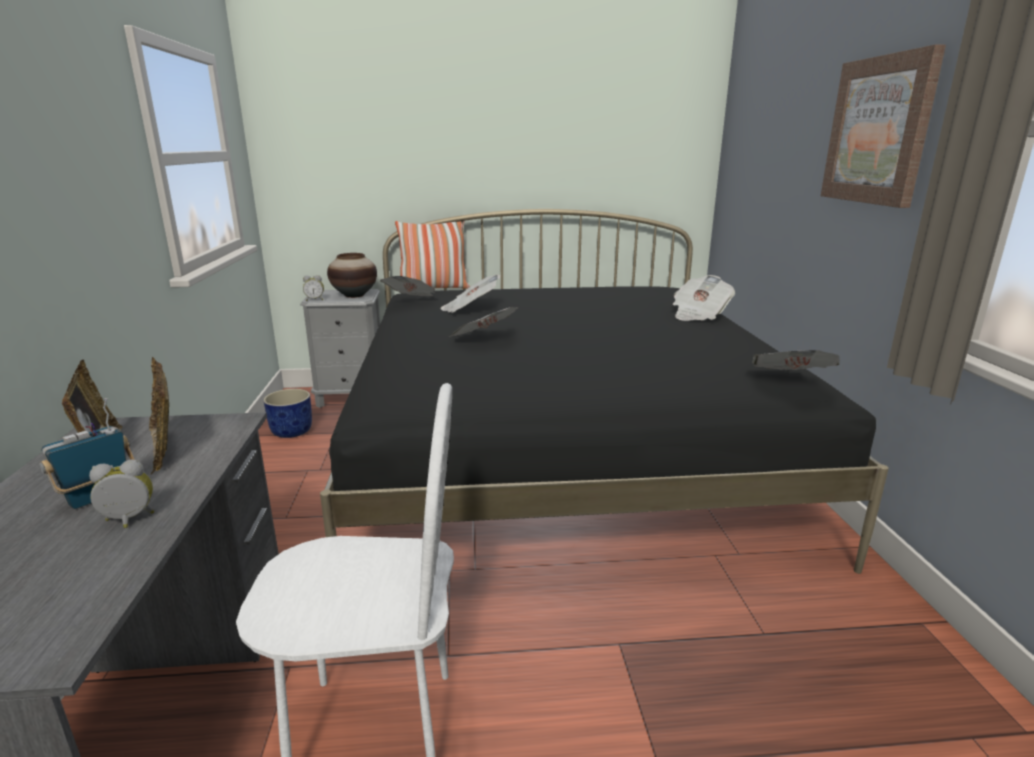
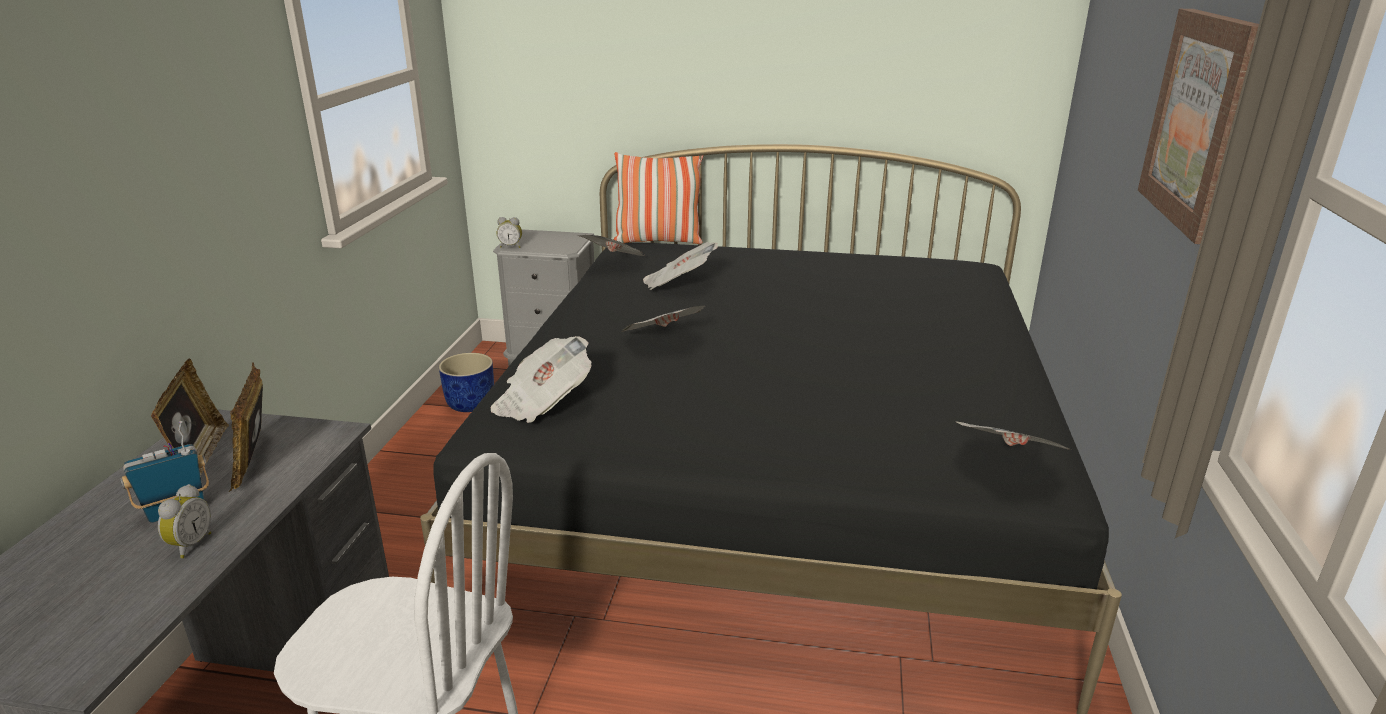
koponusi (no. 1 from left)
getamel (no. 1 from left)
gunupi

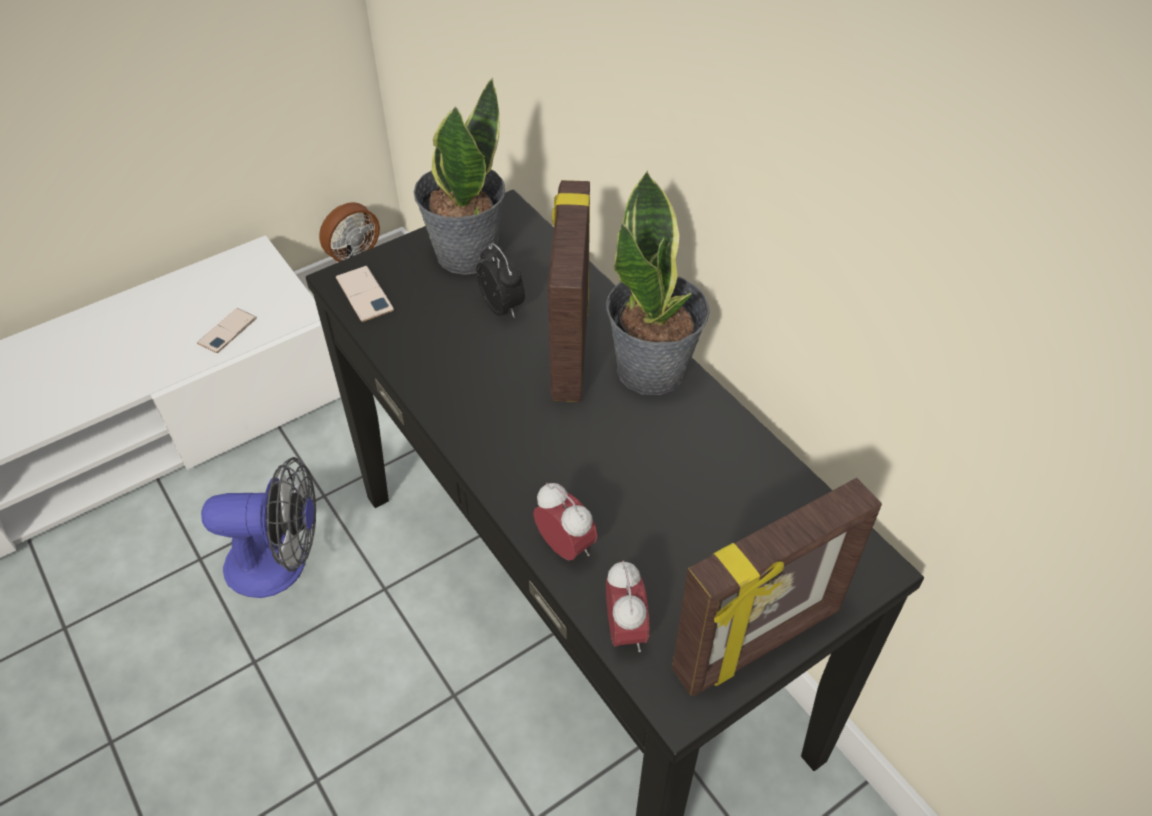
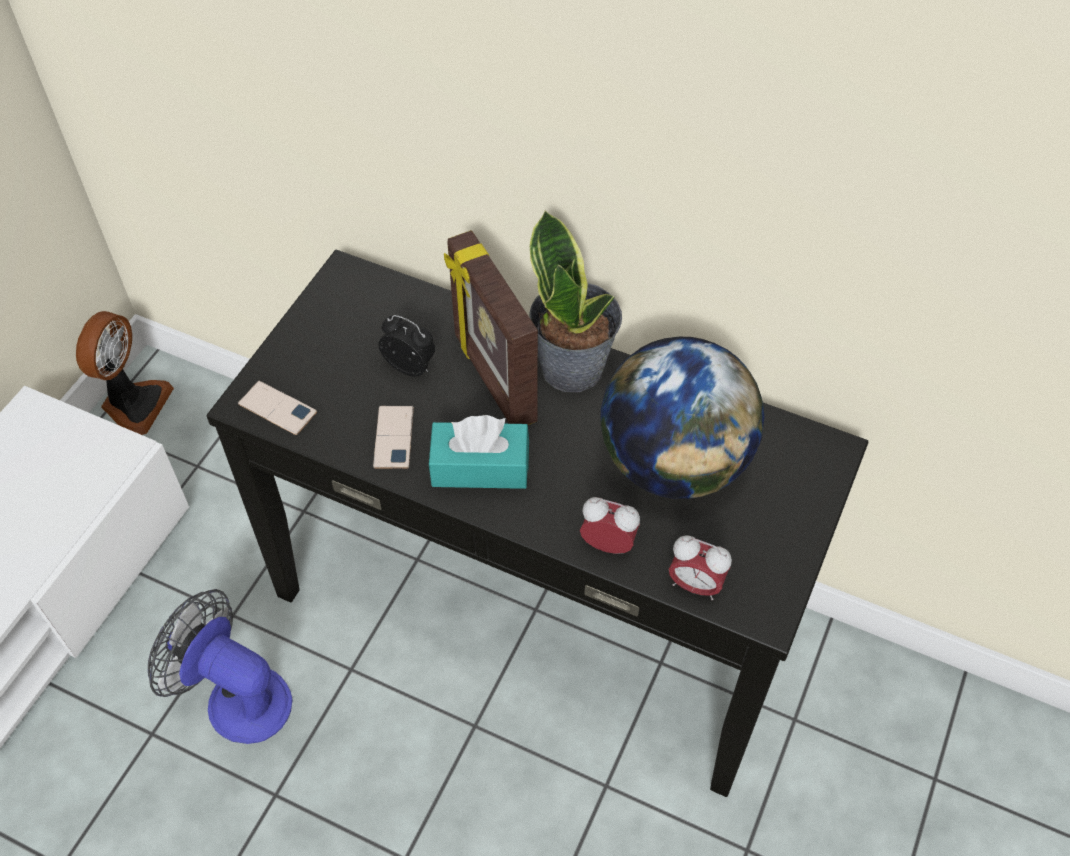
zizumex (no. 2 from left)
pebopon (no. 2 from left)
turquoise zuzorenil
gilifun
koponusi (no. 3 from left)
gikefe (no. 1 from left in the first image)
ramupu (no. 2 from left in the first image)

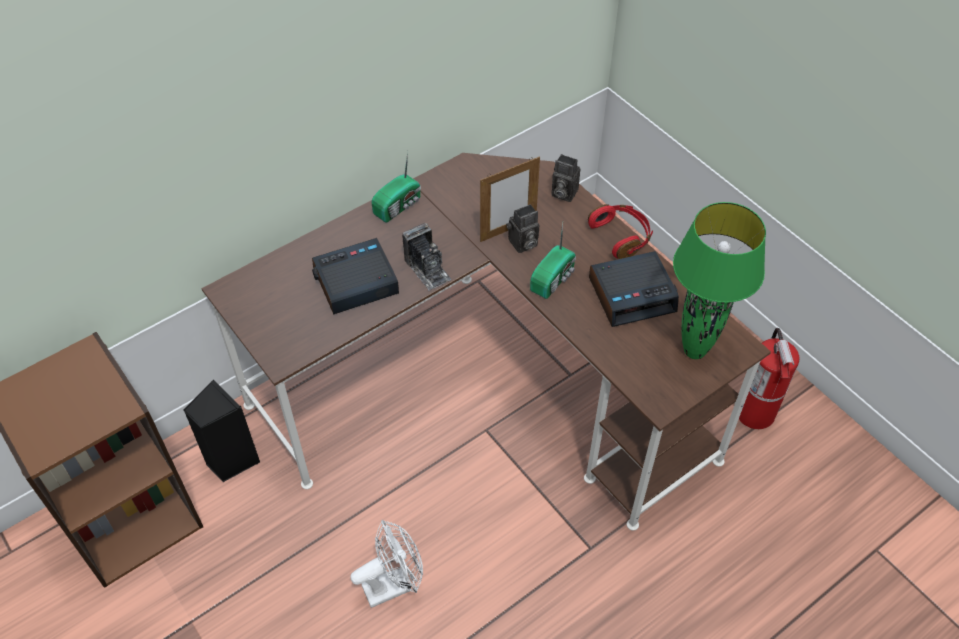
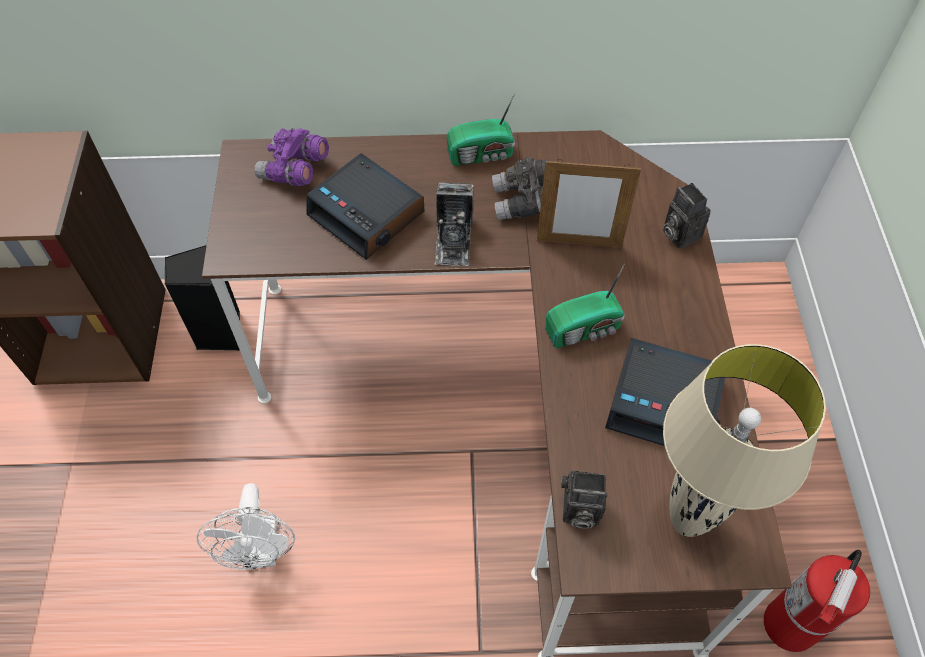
white zizumex
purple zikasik
koponusi (no. 1 from left)
grey zikasik
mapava (no. 2 from left)
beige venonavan
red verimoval

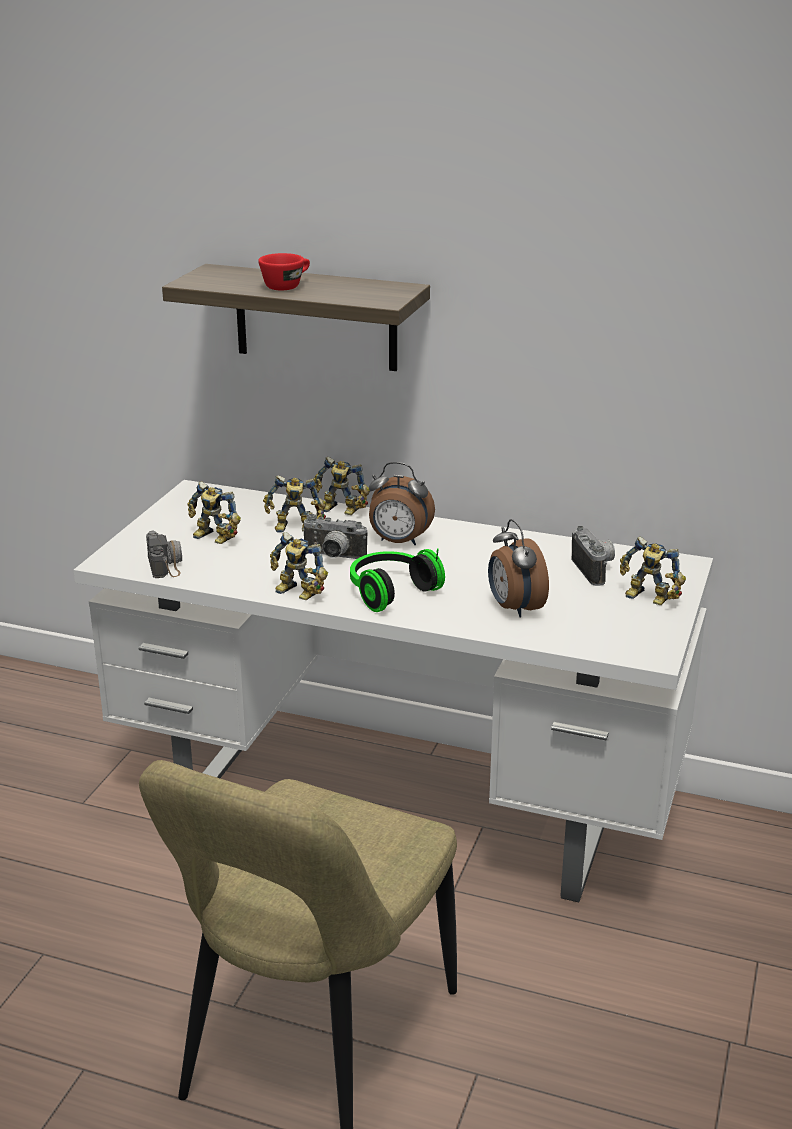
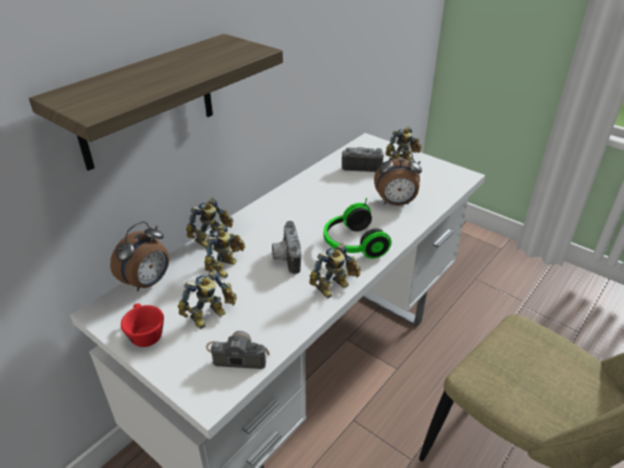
koponusi (no. 1 from left)
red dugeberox
mapava (no. 2 from left)

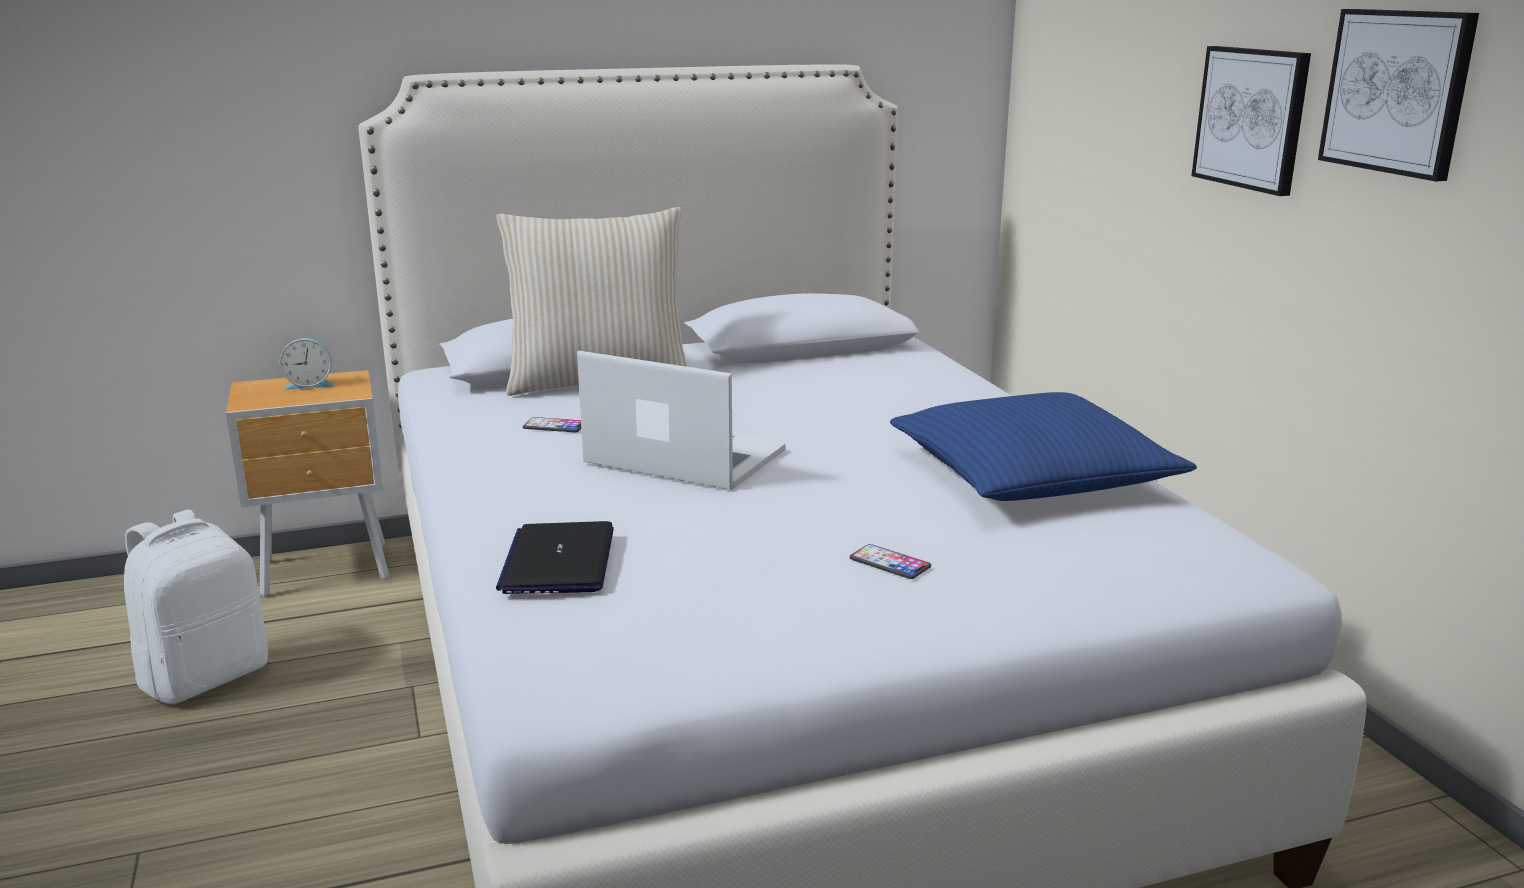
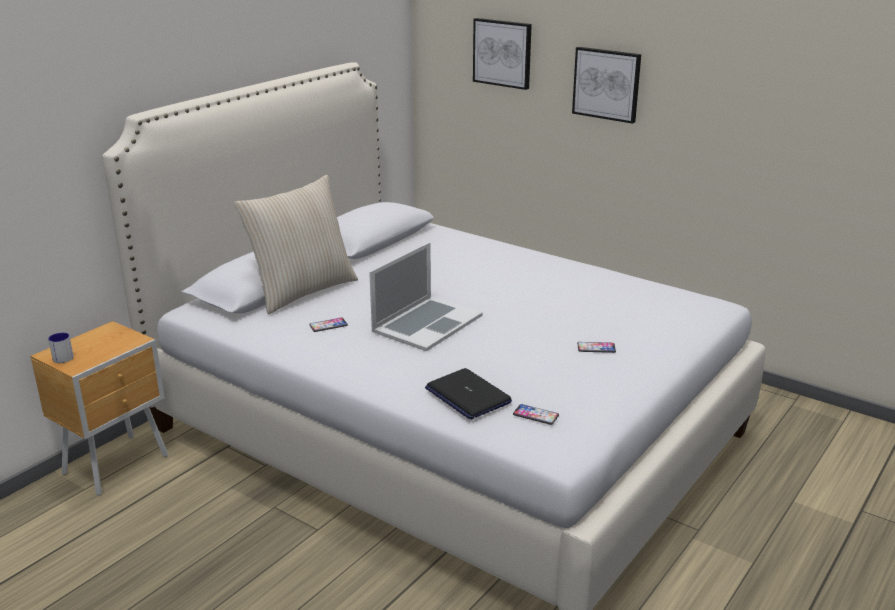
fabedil
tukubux (no. 1 from left)
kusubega (no. 1 from left)
pebopon (no. 2 from left)
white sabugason
koponusi
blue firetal

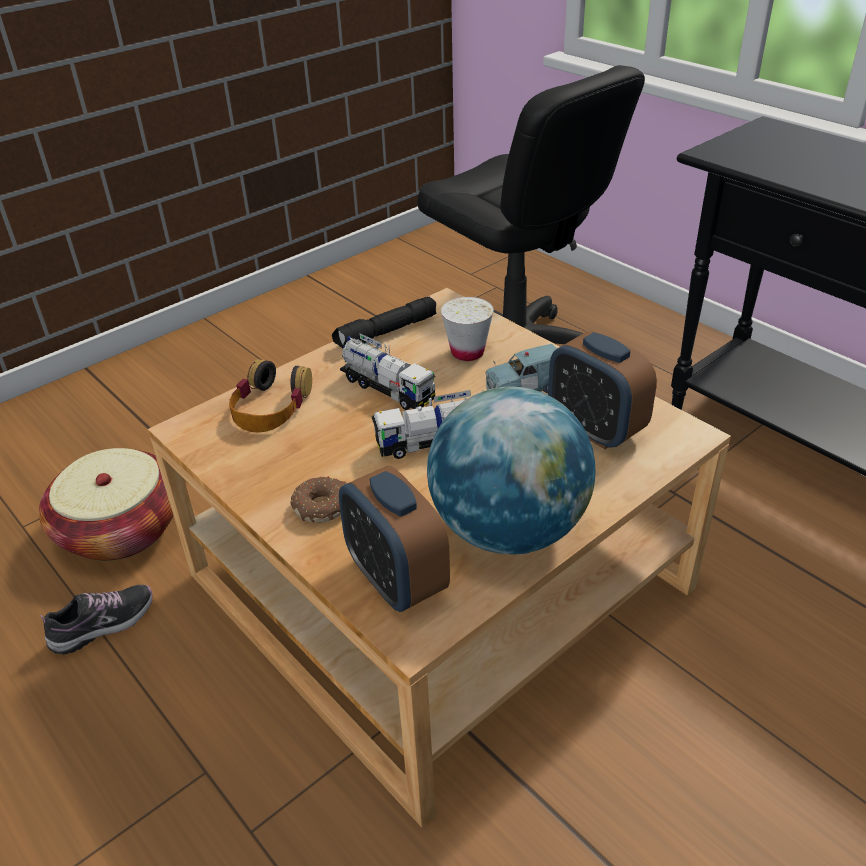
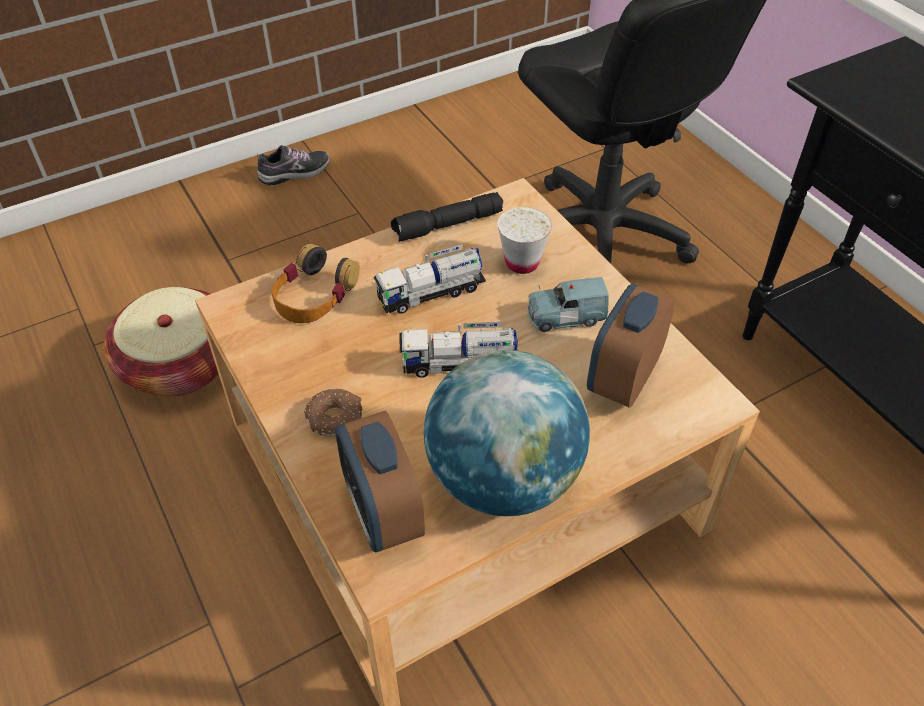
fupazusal
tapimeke (no. 1 from left)
koponusi (no. 2 from left)

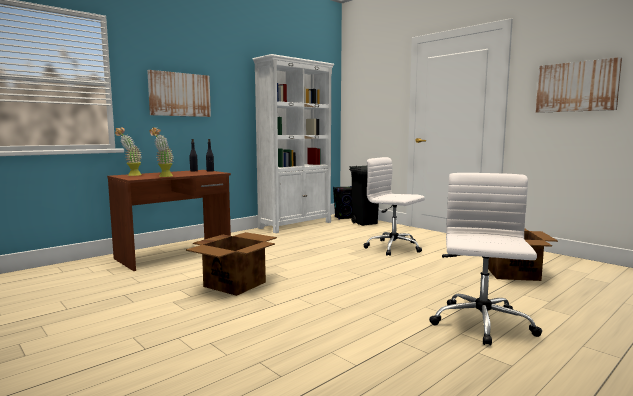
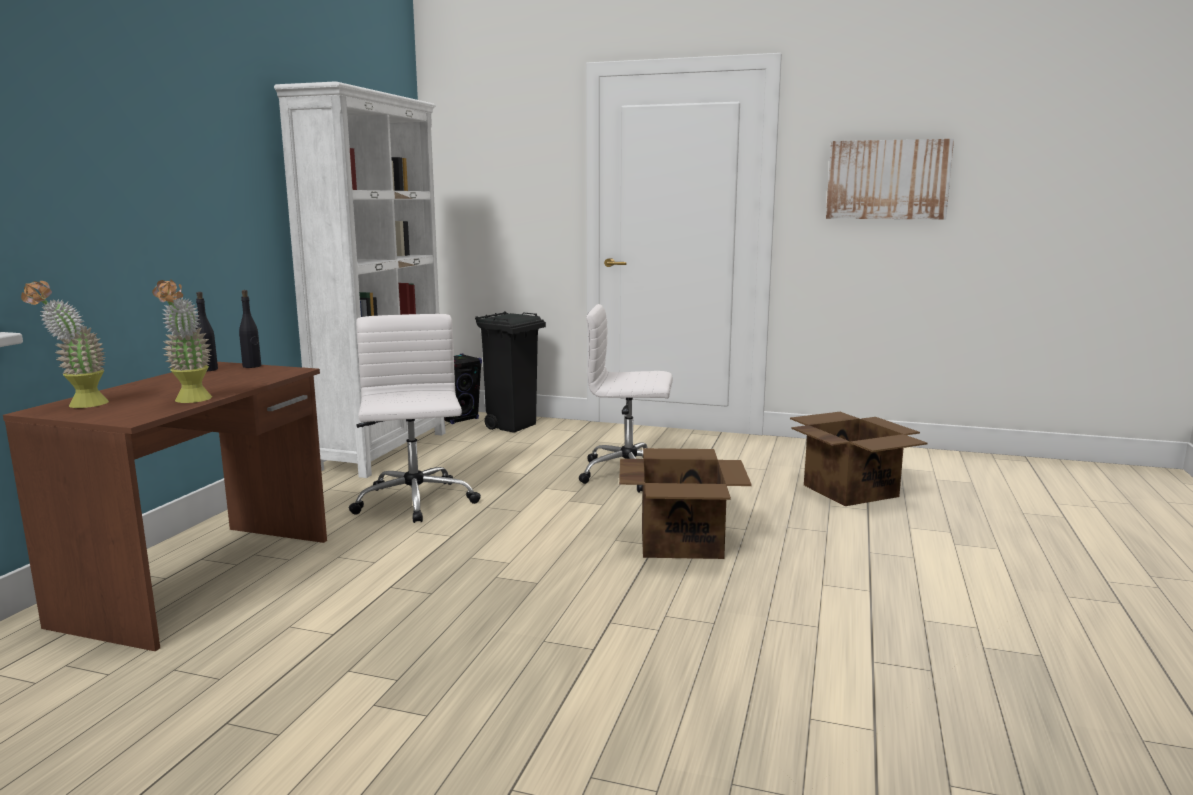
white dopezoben (no. 1 from left)
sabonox (no. 1 from left)
kusubega (no. 1 from left in the first image)

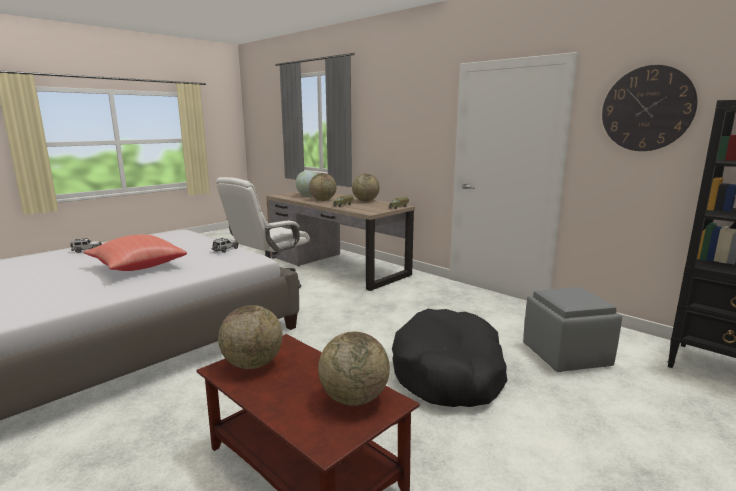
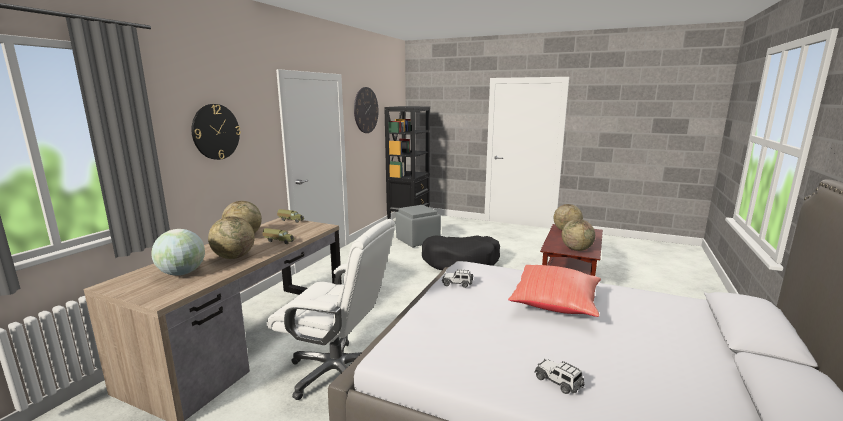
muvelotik (no. 1 from left)

